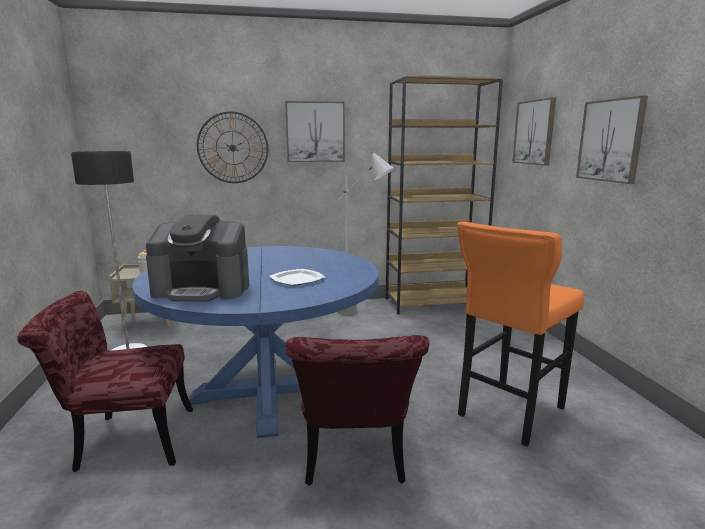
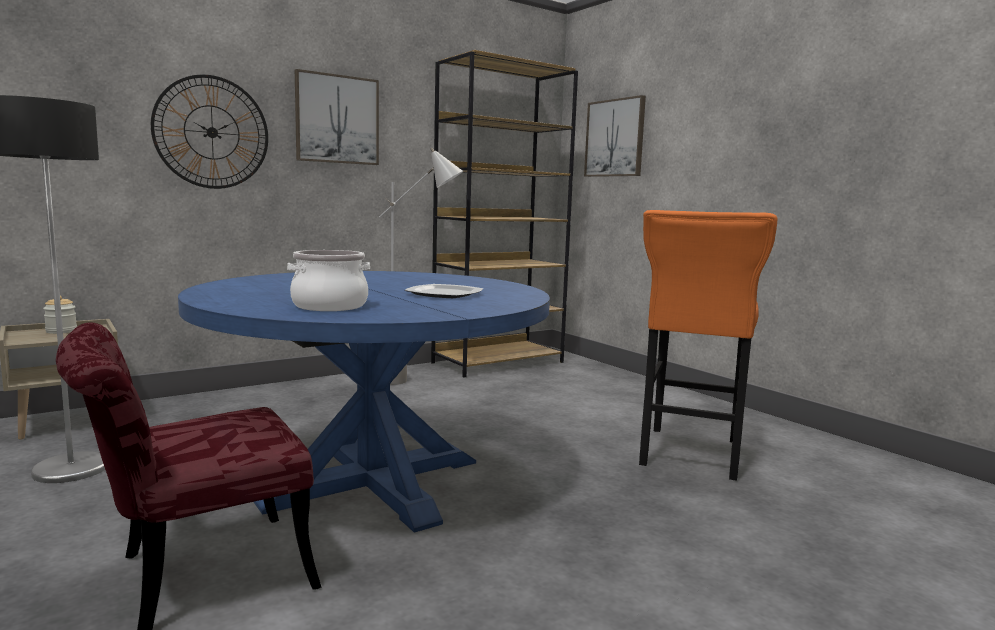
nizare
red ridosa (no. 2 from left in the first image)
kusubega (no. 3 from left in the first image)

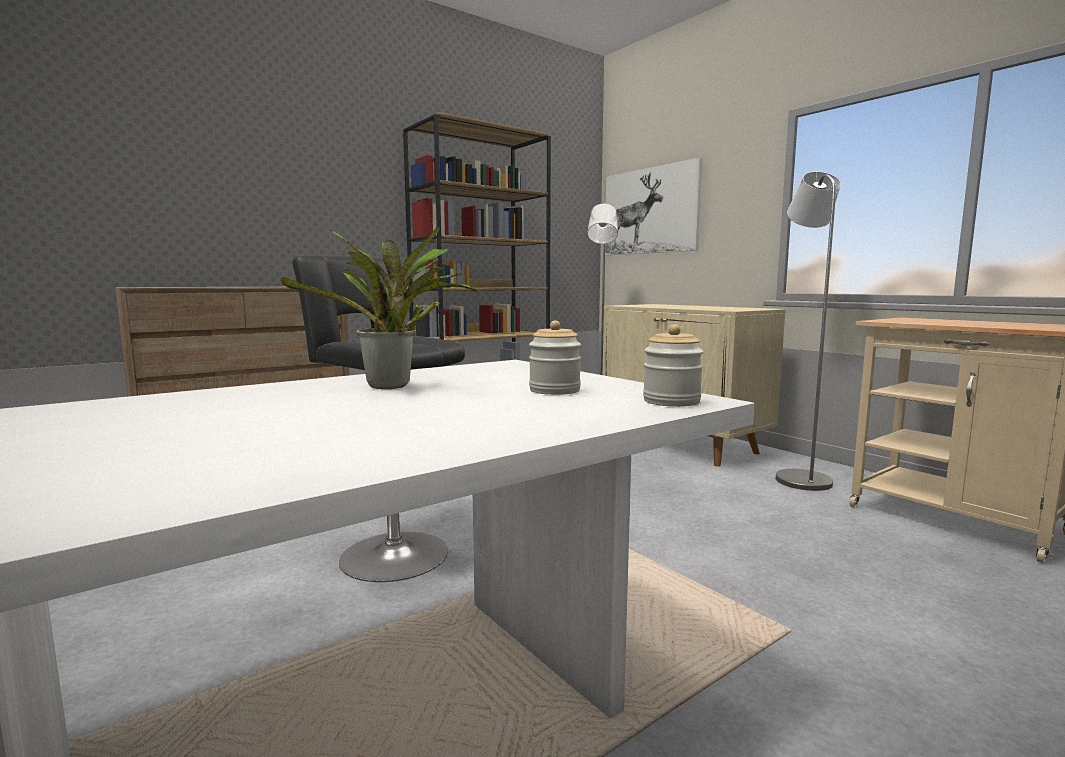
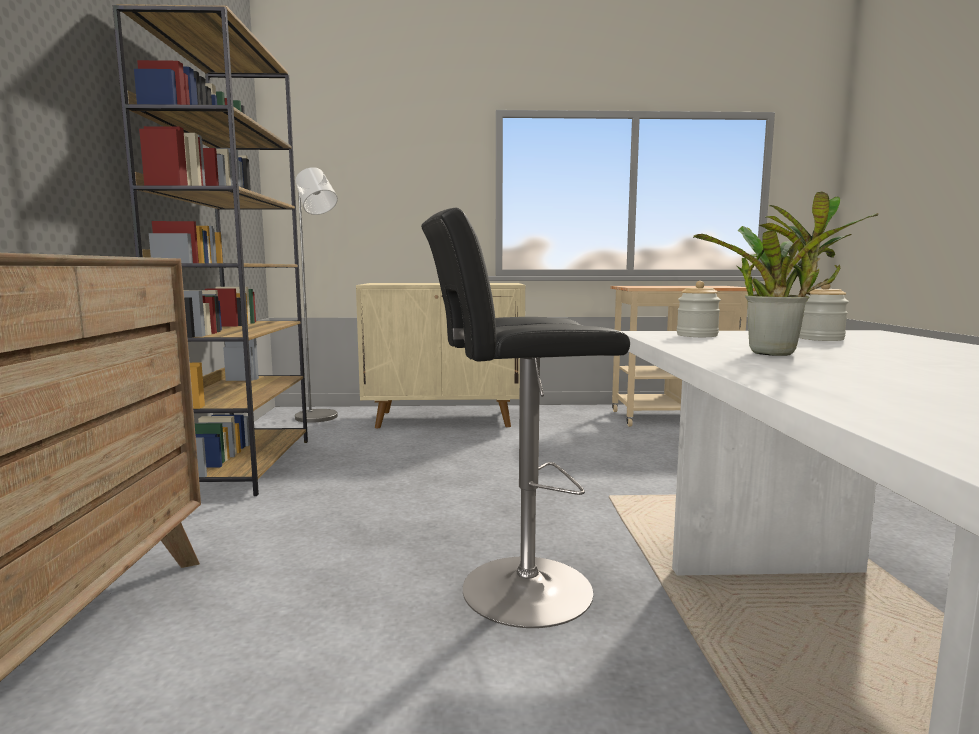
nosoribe (no. 1 from left)
kusubega
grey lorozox (no. 2 from left in the first image)

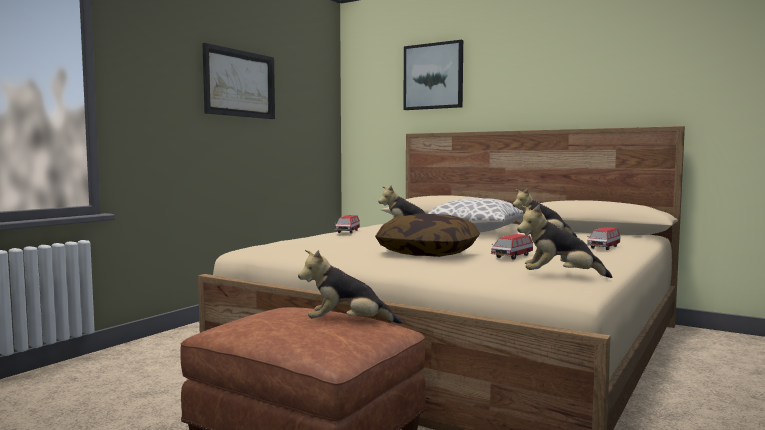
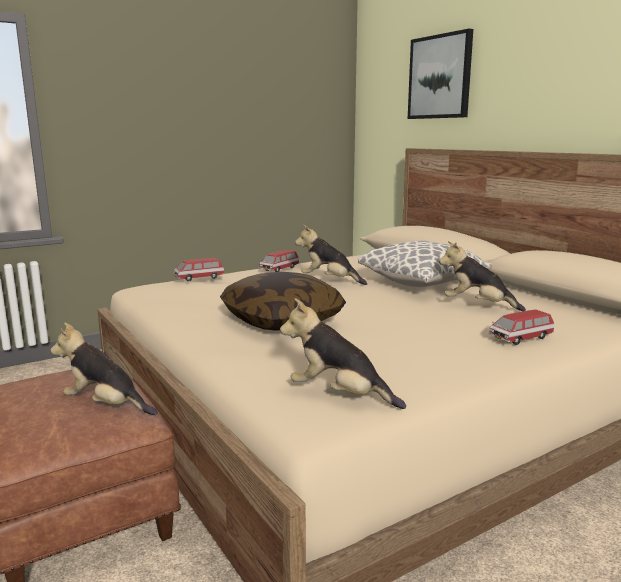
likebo (no. 1 from left)
kusubega (no. 1 from left in the first image)

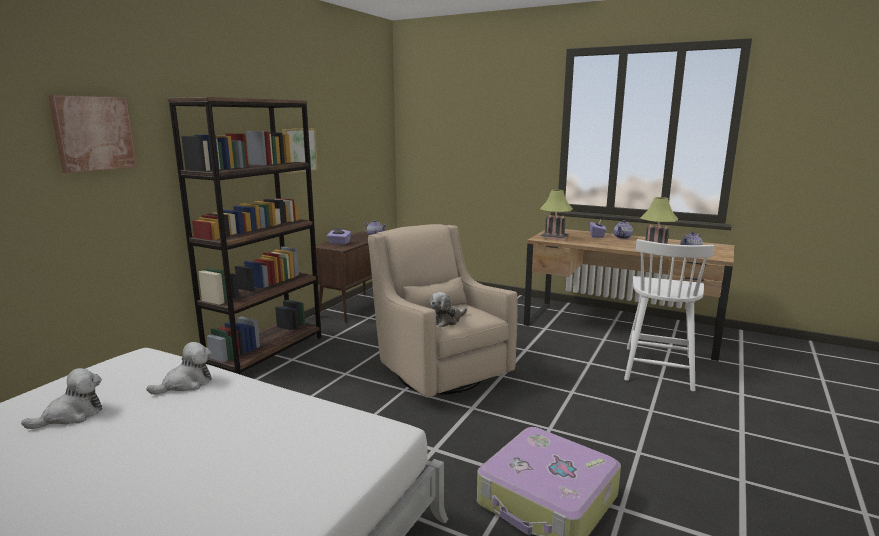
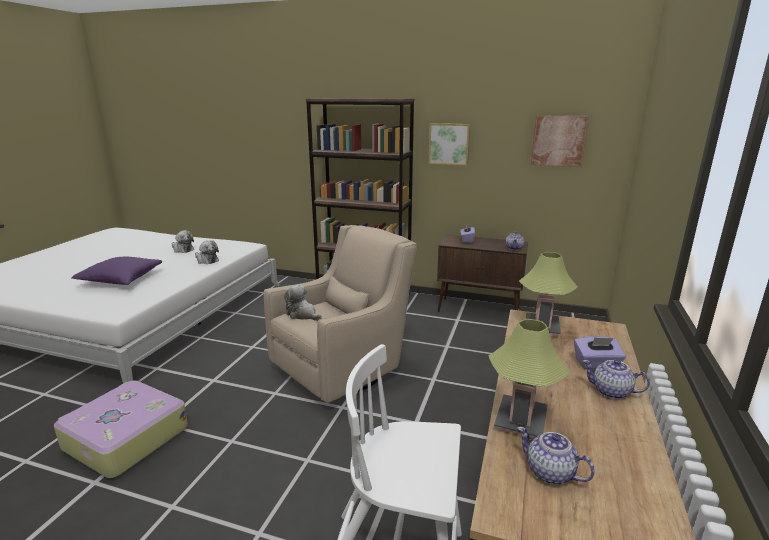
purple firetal
kusubega (no. 2 from left)

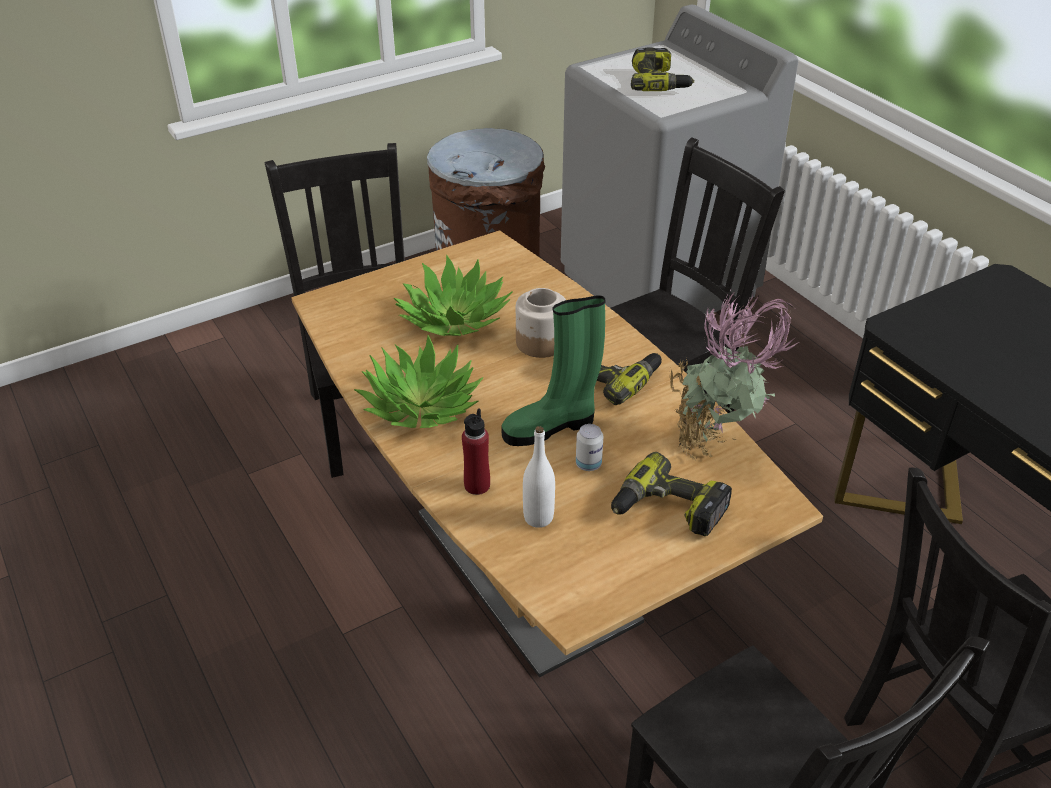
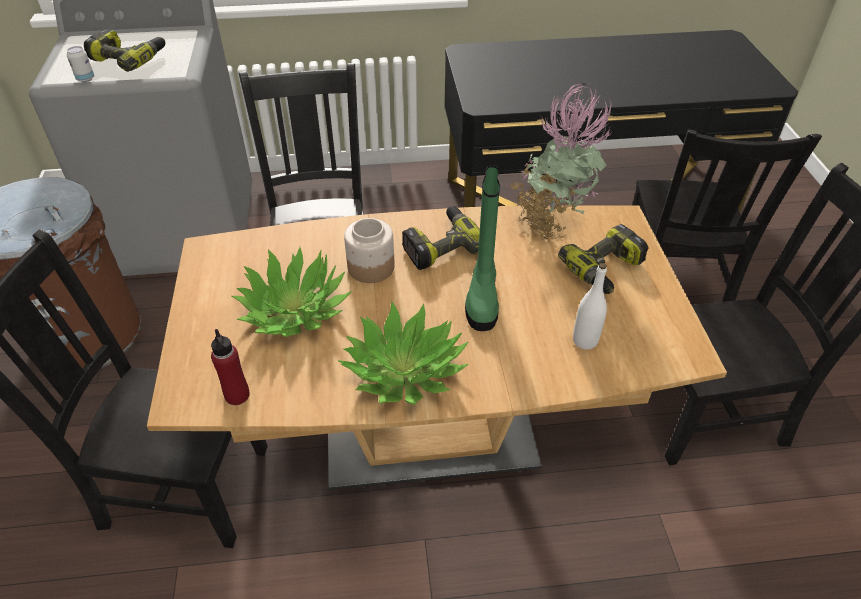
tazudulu
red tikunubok

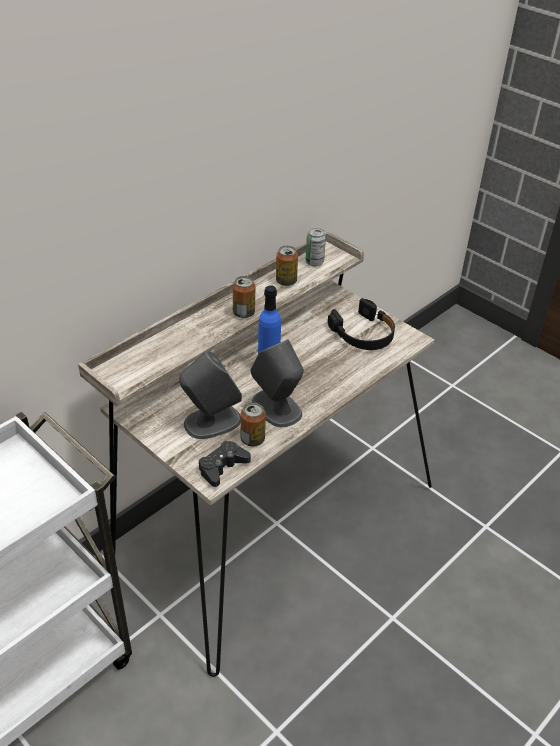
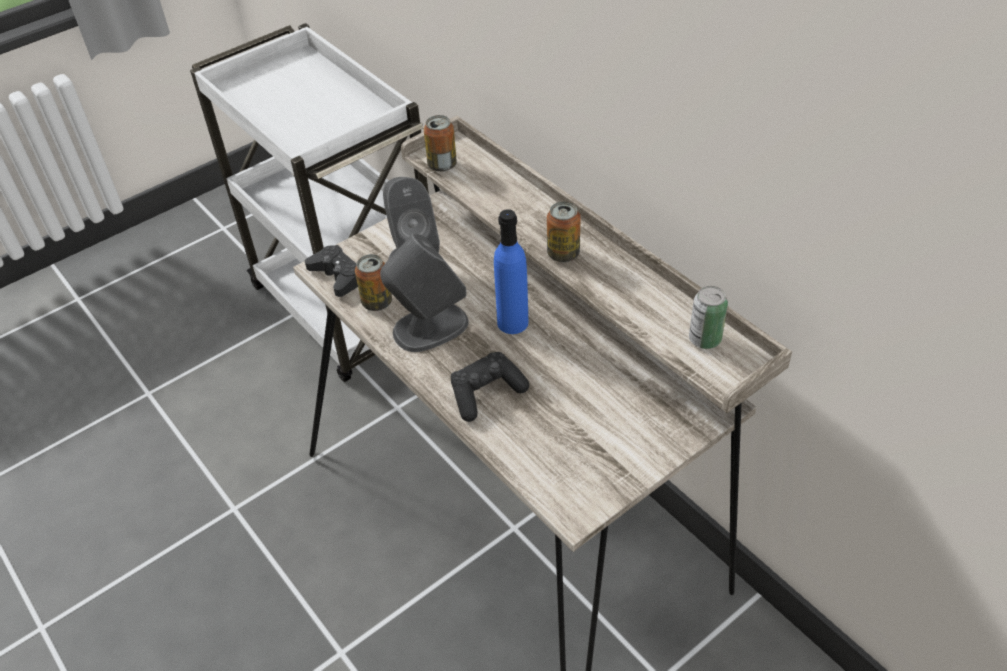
tazudulu (no. 2 from left)
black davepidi (no. 2 from left)
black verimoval

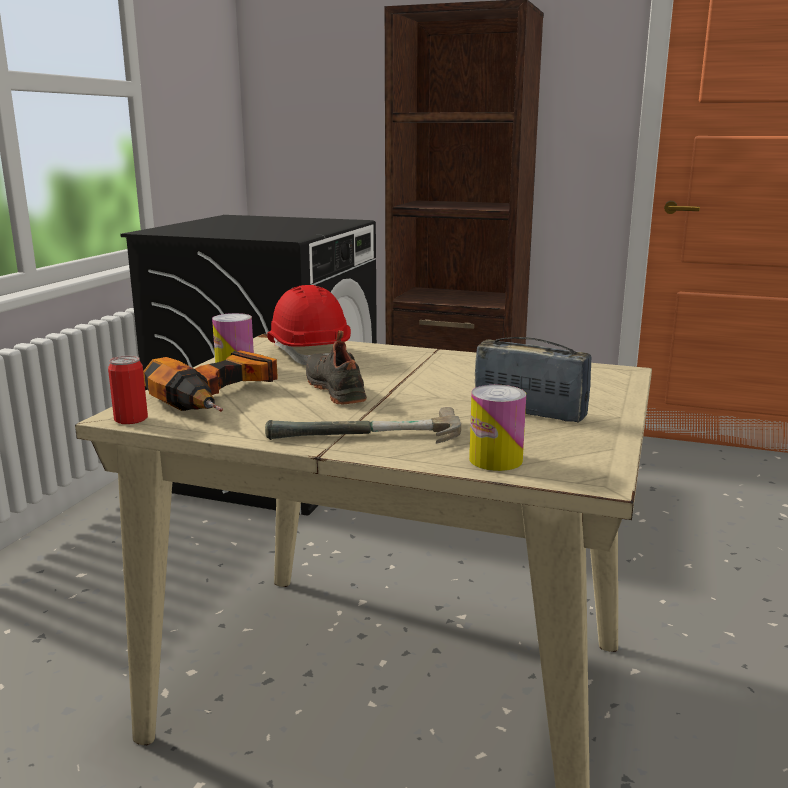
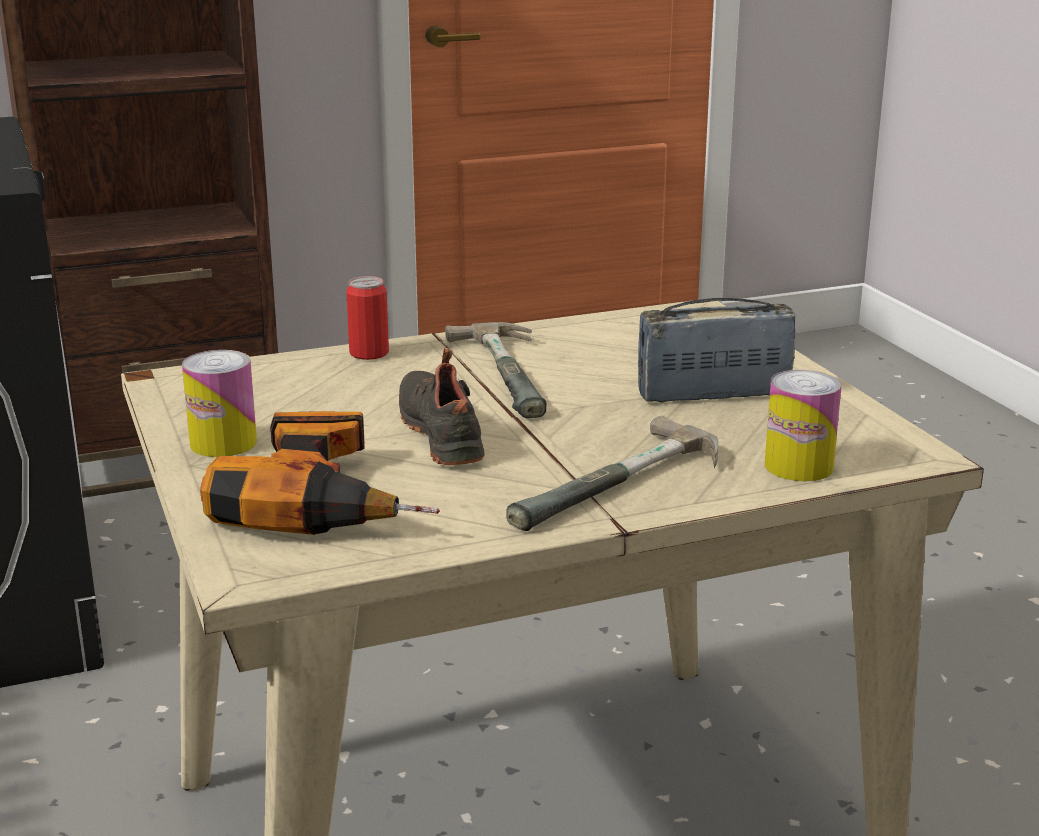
tazudulu (no. 2 from left)
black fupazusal
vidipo (no. 1 from left)
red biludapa

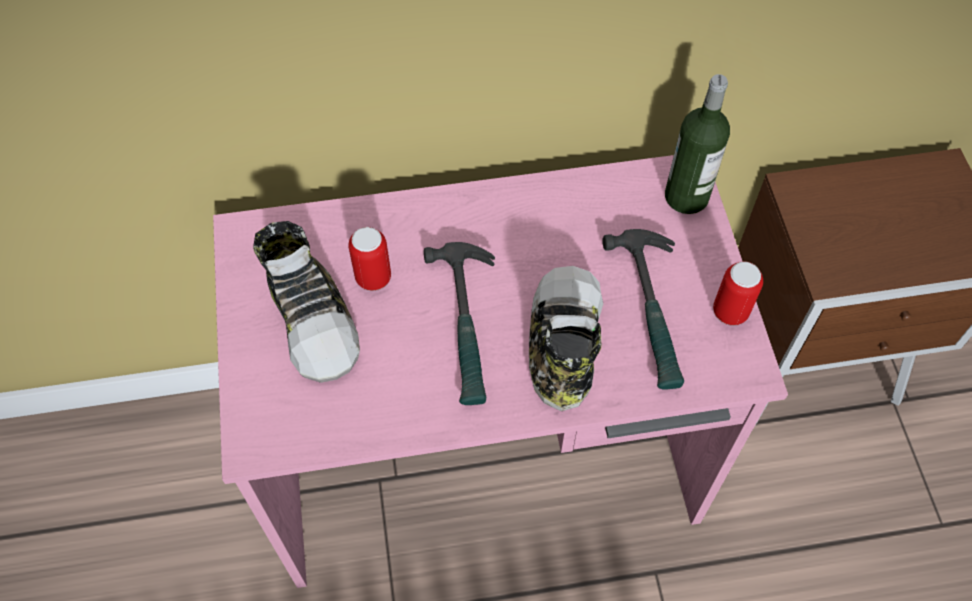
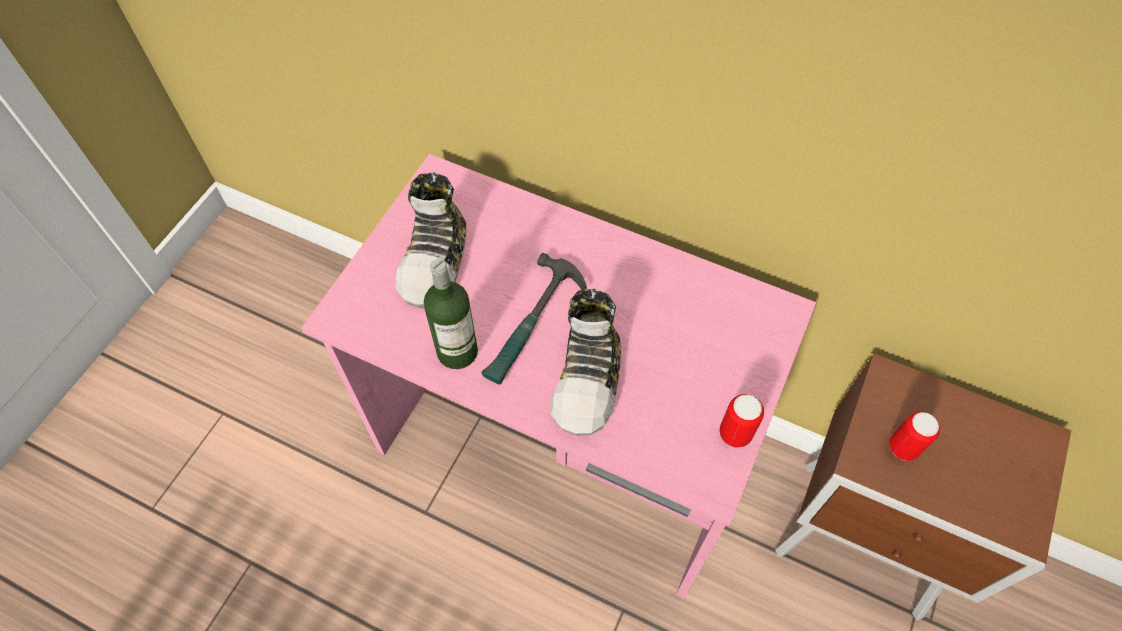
tikunubok
fupazusal (no. 2 from left)
tazudulu (no. 2 from left)
vidipo (no. 2 from left in the first image)

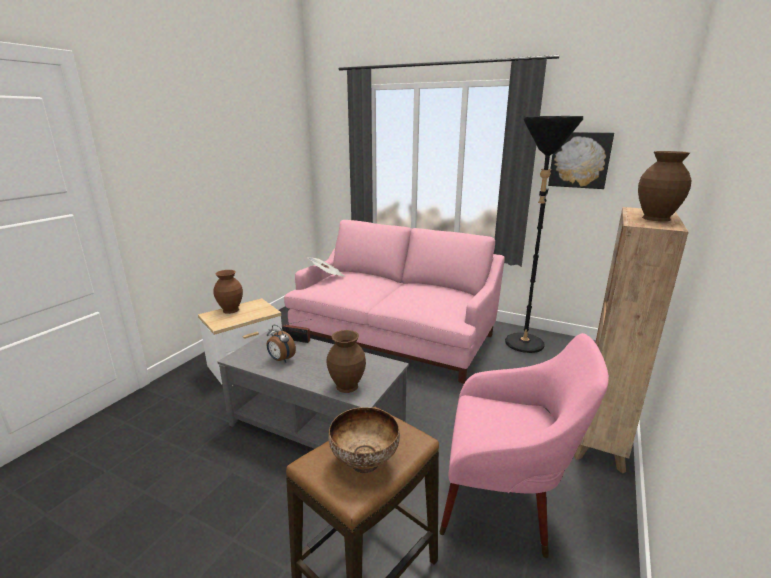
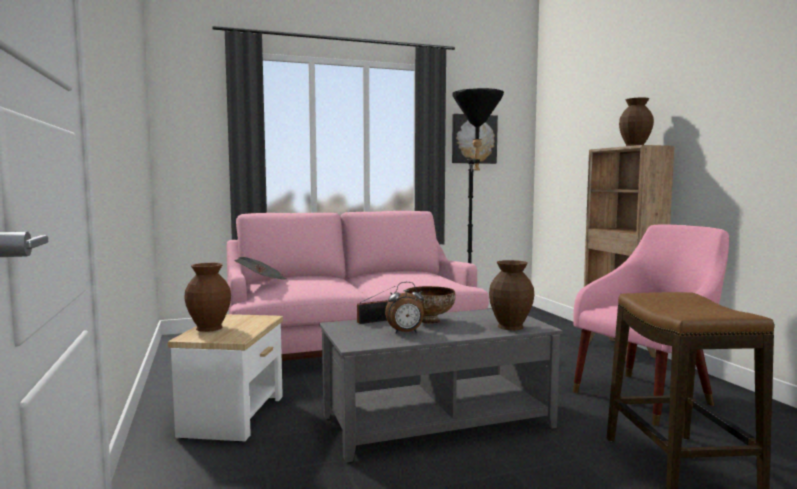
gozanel

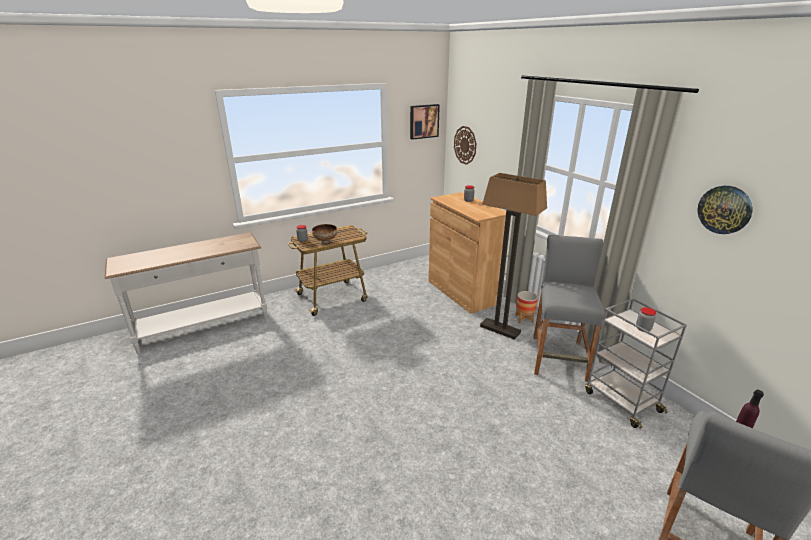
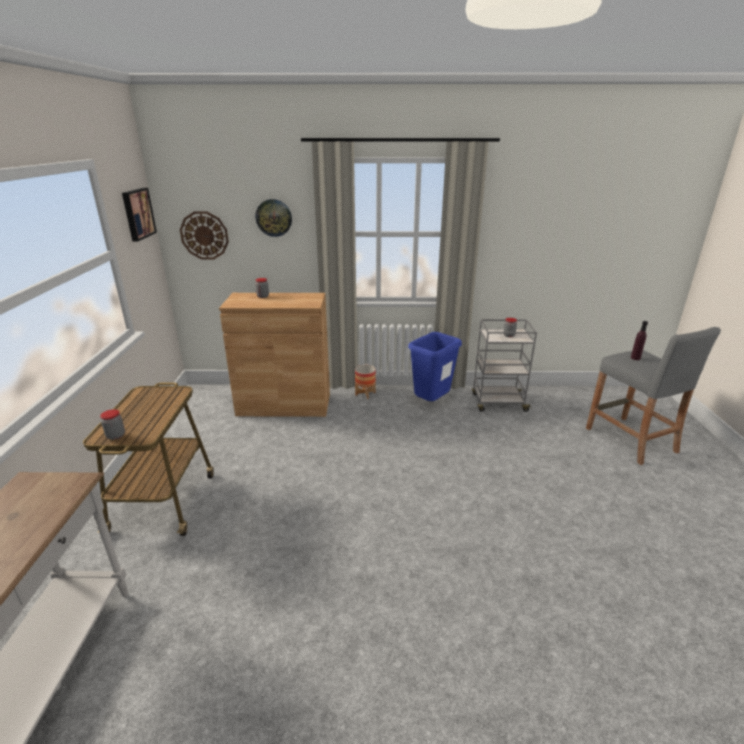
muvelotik (no. 2 from left)
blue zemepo
gozanel
lorozox

